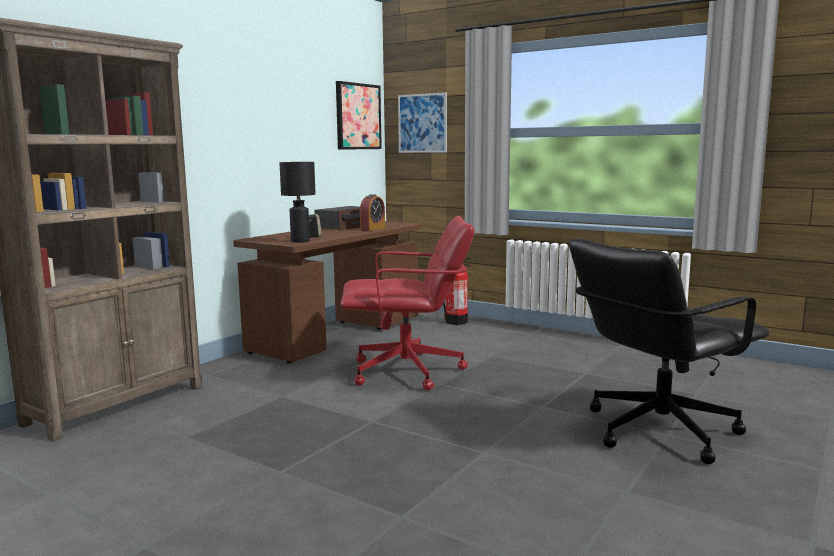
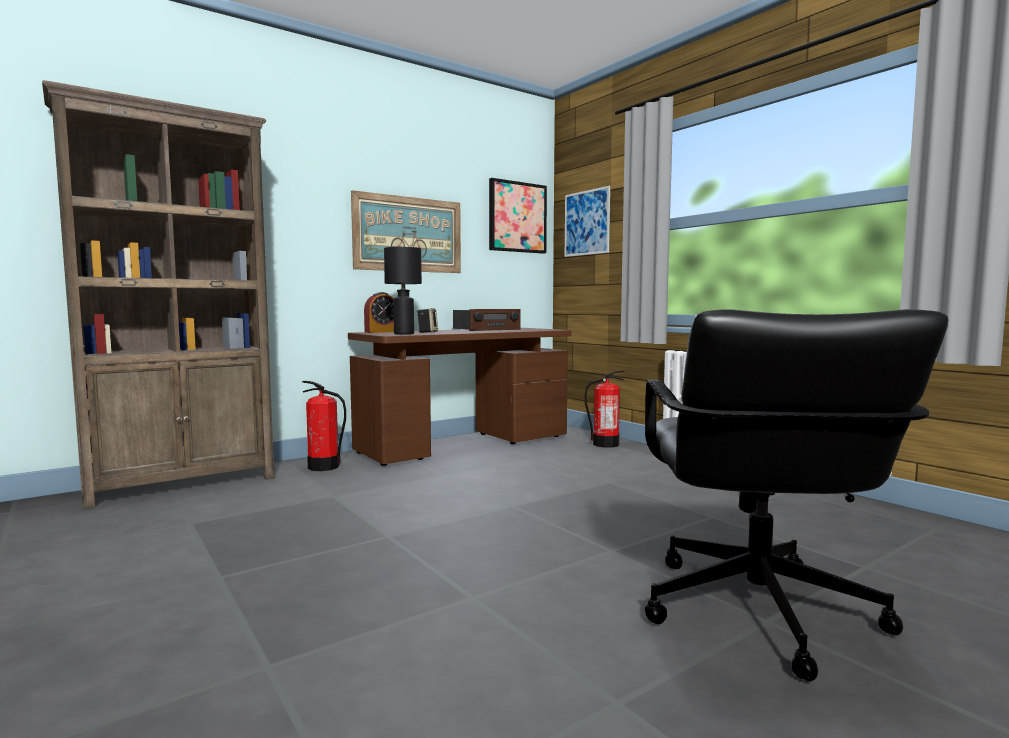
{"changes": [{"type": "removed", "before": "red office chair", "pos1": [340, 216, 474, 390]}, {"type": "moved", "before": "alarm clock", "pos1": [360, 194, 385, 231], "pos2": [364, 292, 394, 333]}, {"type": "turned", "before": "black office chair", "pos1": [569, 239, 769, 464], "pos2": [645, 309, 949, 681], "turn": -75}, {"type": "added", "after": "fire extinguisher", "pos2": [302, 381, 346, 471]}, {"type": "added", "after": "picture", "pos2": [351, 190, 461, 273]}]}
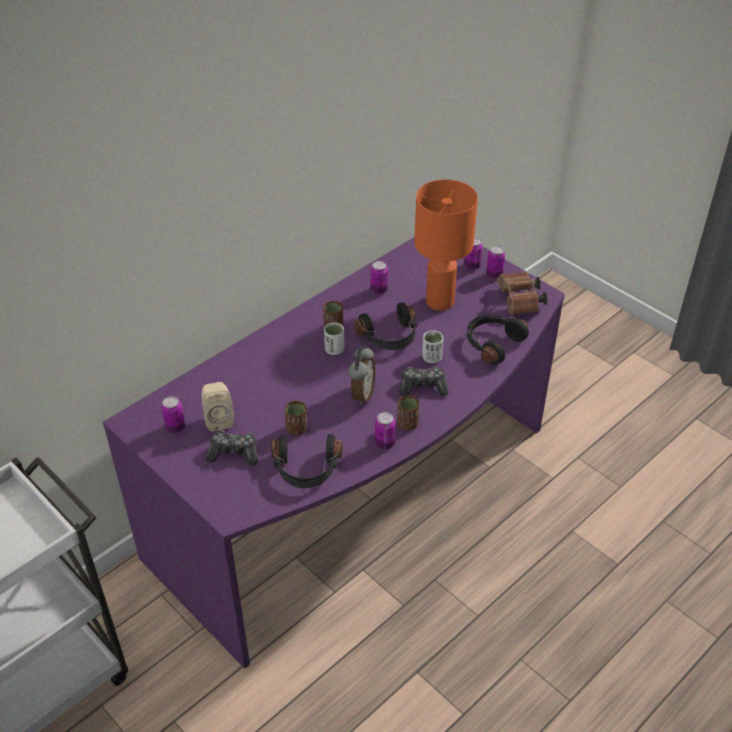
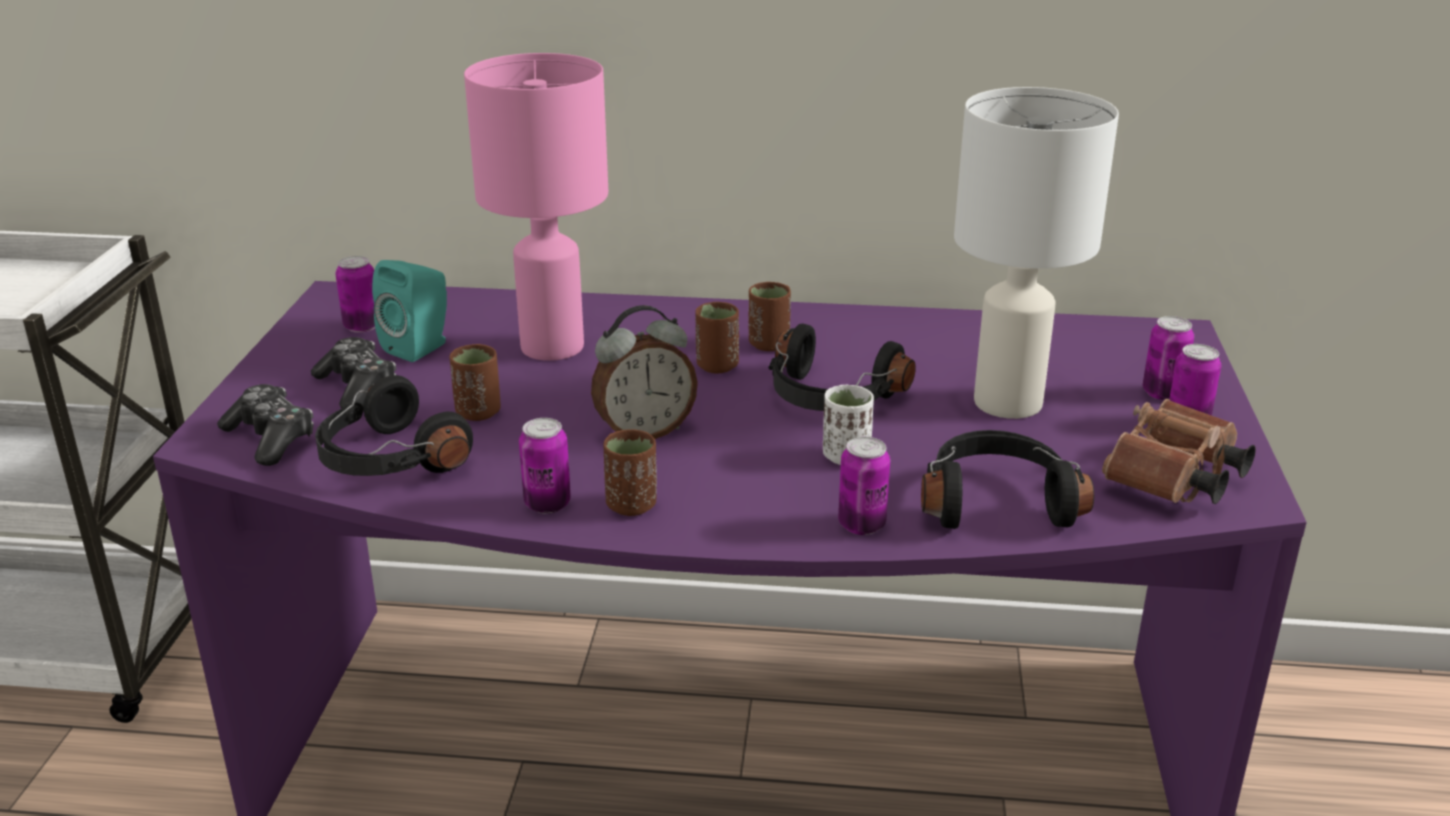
{"changes": [{"type": "recoloured", "before": "beige speaker", "after": "turquoise speaker", "pos1": [202, 382, 234, 431], "pos2": [372, 260, 447, 362]}, {"type": "recoloured", "before": "white cup", "after": "brown cup", "pos1": [324, 323, 344, 355], "pos2": [695, 302, 739, 373]}, {"type": "moved", "before": "can", "pos1": [370, 261, 388, 295], "pos2": [838, 437, 890, 535]}, {"type": "moved", "before": "game controller", "pos1": [400, 367, 449, 396], "pos2": [217, 384, 314, 466]}, {"type": "recoloured", "before": "orange table lamp", "after": "white table lamp", "pos1": [414, 179, 478, 311], "pos2": [954, 87, 1119, 419]}, {"type": "added", "after": "pink table lamp", "pos2": [464, 53, 608, 361]}]}
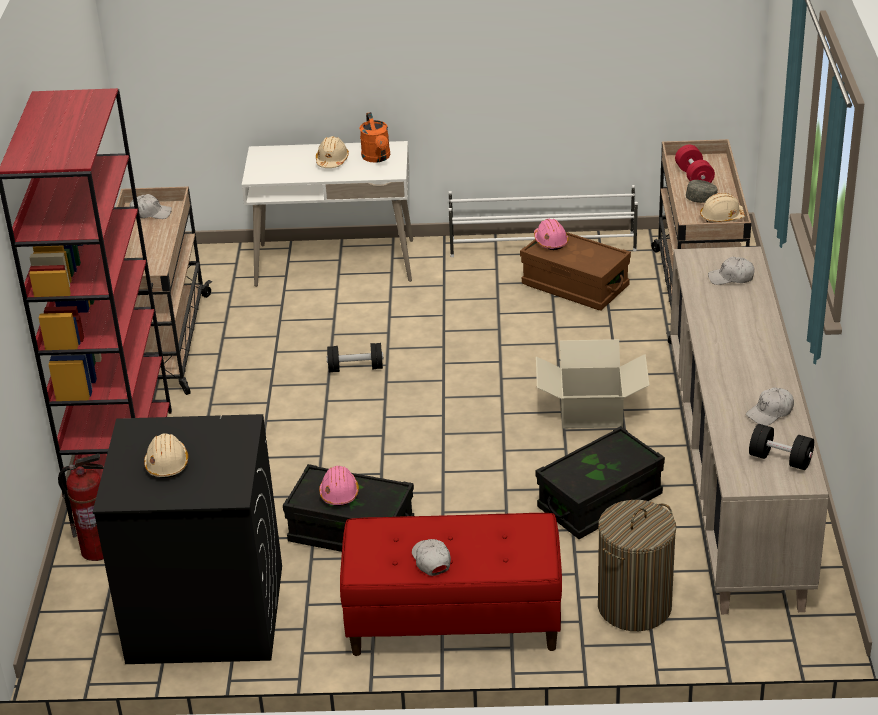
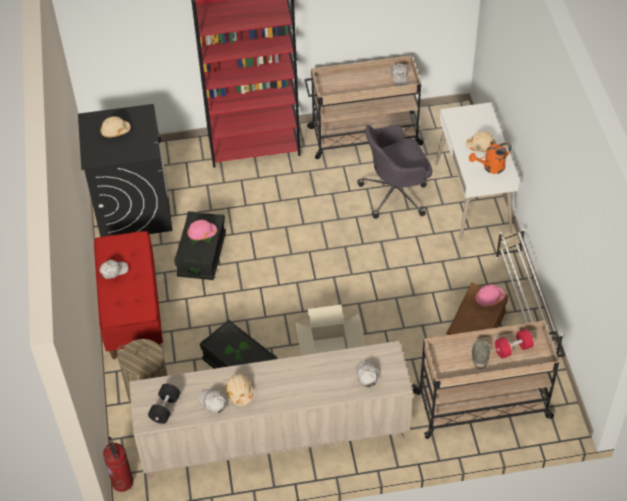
{"changes": [{"type": "moved", "before": "fire extinguisher", "pos1": [58, 454, 104, 561], "pos2": [103, 437, 133, 492]}, {"type": "removed", "before": "black dumbbell", "pos1": [327, 343, 383, 372]}, {"type": "moved", "before": "beige hard hat", "pos1": [700, 193, 745, 223], "pos2": [226, 374, 253, 406]}, {"type": "added", "after": "grey office chair", "pos2": [357, 124, 432, 219]}]}
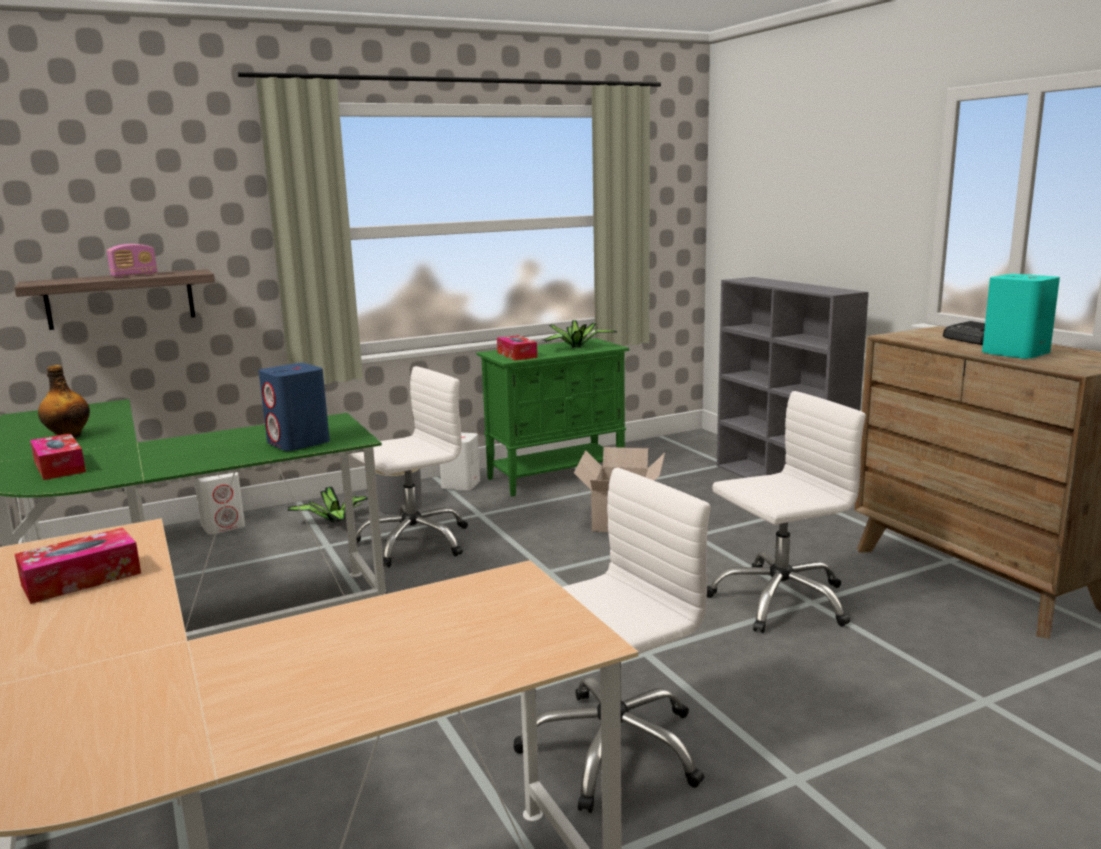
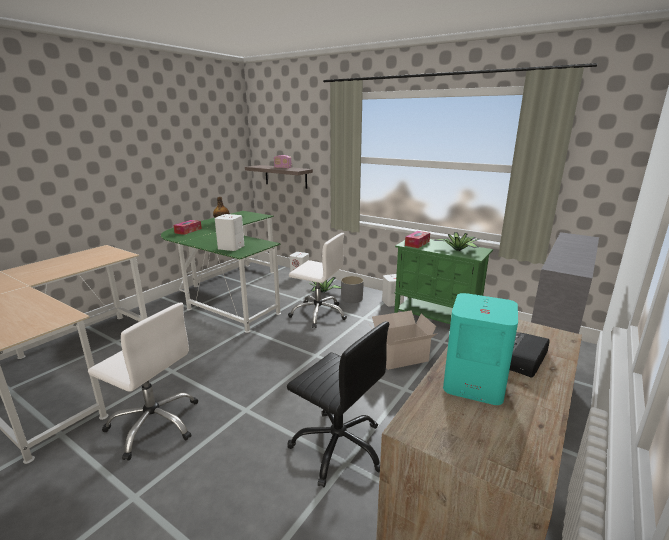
{"changes": [{"type": "removed", "before": "tissue box", "pos1": [15, 528, 141, 604]}, {"type": "recoloured", "before": "blue speaker", "after": "white speaker", "pos1": [259, 363, 330, 451], "pos2": [215, 214, 244, 251]}, {"type": "recoloured", "before": "white office chair", "after": "black office chair", "pos1": [707, 391, 866, 633], "pos2": [287, 321, 389, 487]}]}
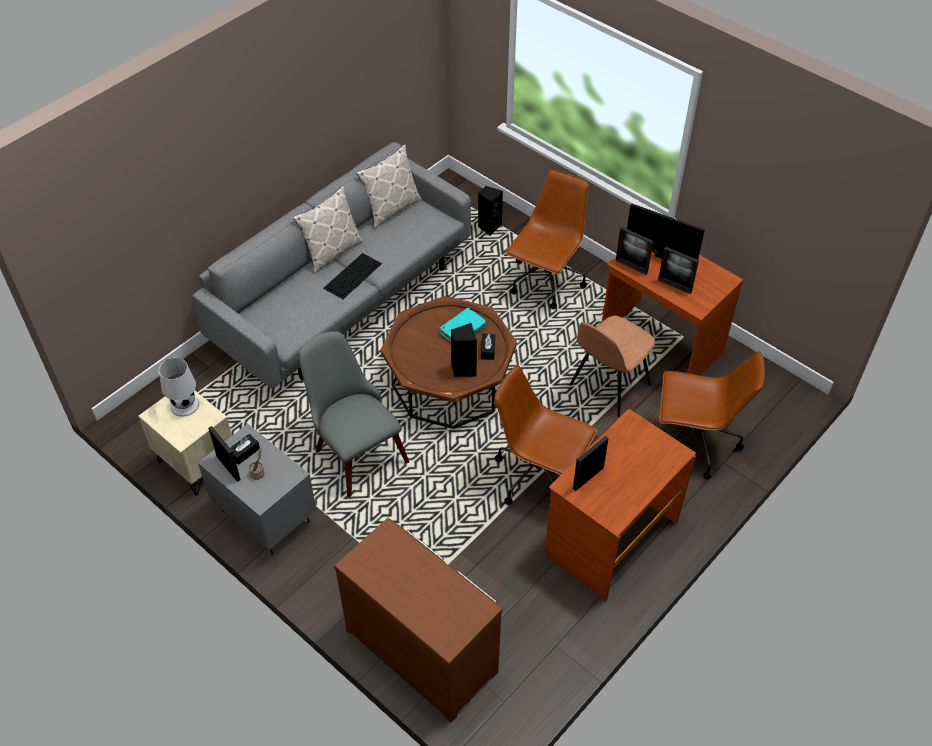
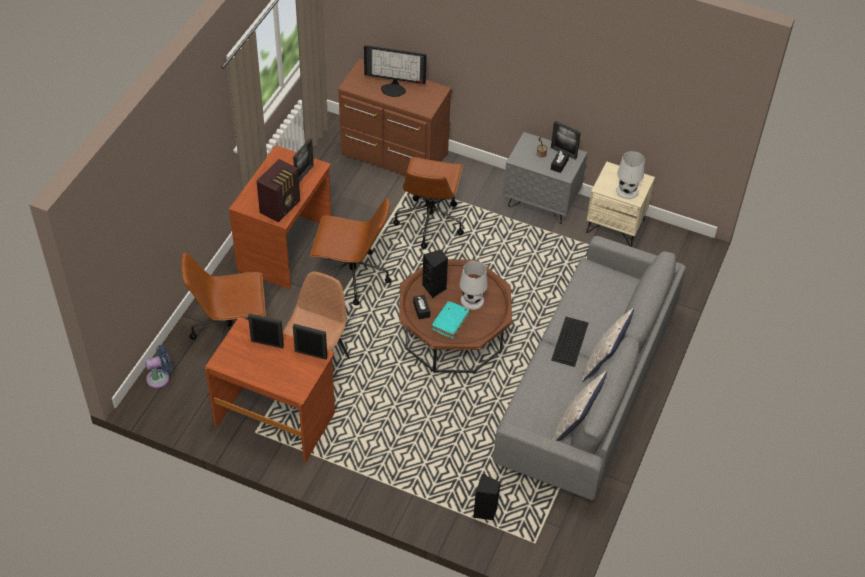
{"changes": [{"type": "removed", "before": "grey chair", "pos1": [299, 331, 409, 497]}, {"type": "moved", "before": "brown office chair", "pos1": [506, 170, 589, 309], "pos2": [393, 157, 464, 249]}, {"type": "moved", "before": "monitor", "pos1": [627, 204, 705, 260], "pos2": [364, 45, 427, 97]}, {"type": "added", "after": "blue fan", "pos2": [145, 345, 172, 388]}, {"type": "added", "after": "radio", "pos2": [256, 159, 300, 223]}, {"type": "added", "after": "white table lamp", "pos2": [460, 261, 488, 310]}]}
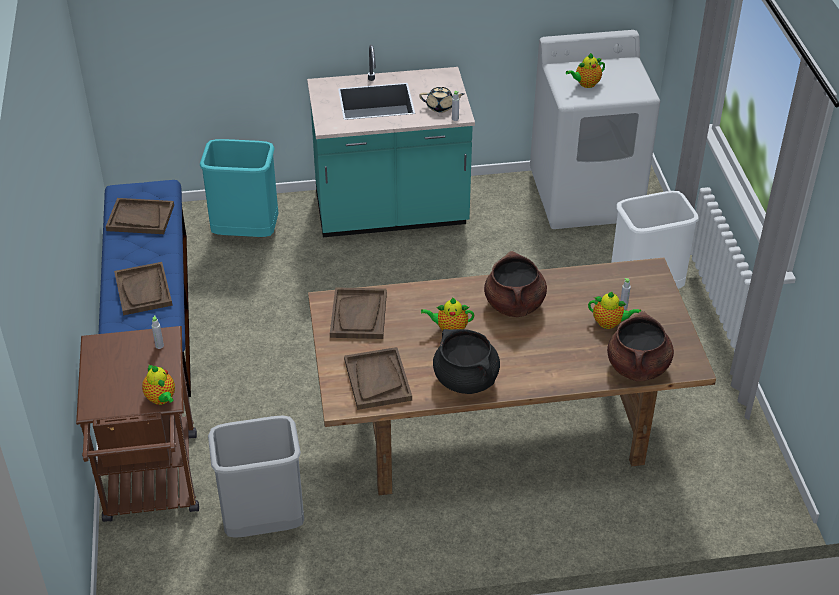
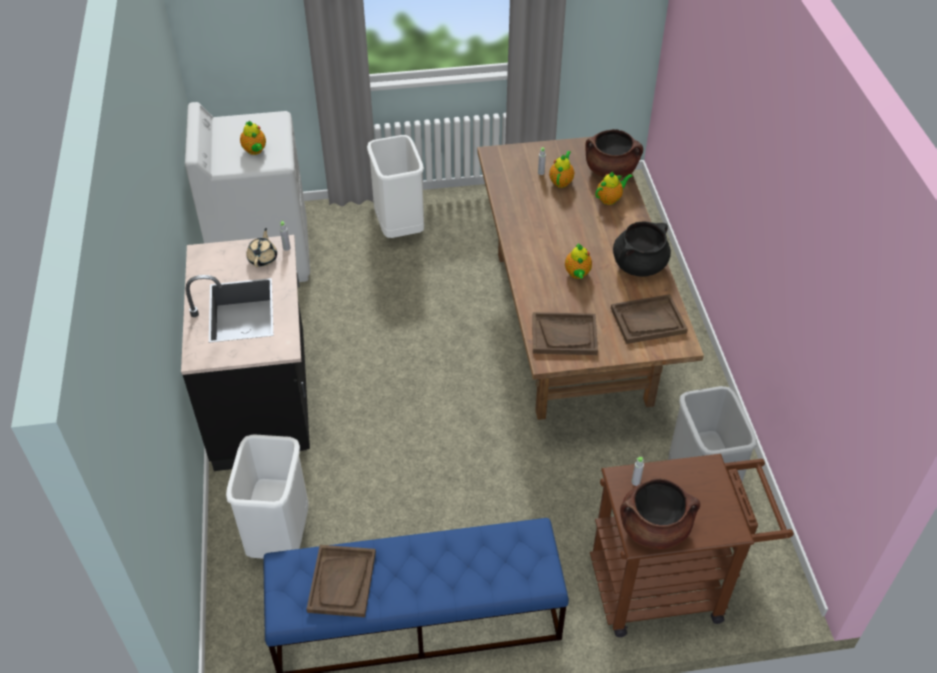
{"changes": [{"type": "removed", "before": "brown tray", "pos1": [114, 262, 173, 315]}, {"type": "moved", "before": "teapot", "pos1": [142, 365, 175, 405], "pos2": [595, 172, 633, 205]}, {"type": "recoloured", "before": "turquoise trash can", "after": "white trash can", "pos1": [200, 139, 278, 237], "pos2": [226, 434, 309, 559]}, {"type": "recoloured", "before": "turquoise counter", "after": "black counter", "pos1": [307, 45, 475, 237], "pos2": [181, 235, 310, 471]}, {"type": "moved", "before": "brown cooking pot", "pos1": [484, 251, 547, 317], "pos2": [620, 479, 700, 549]}]}
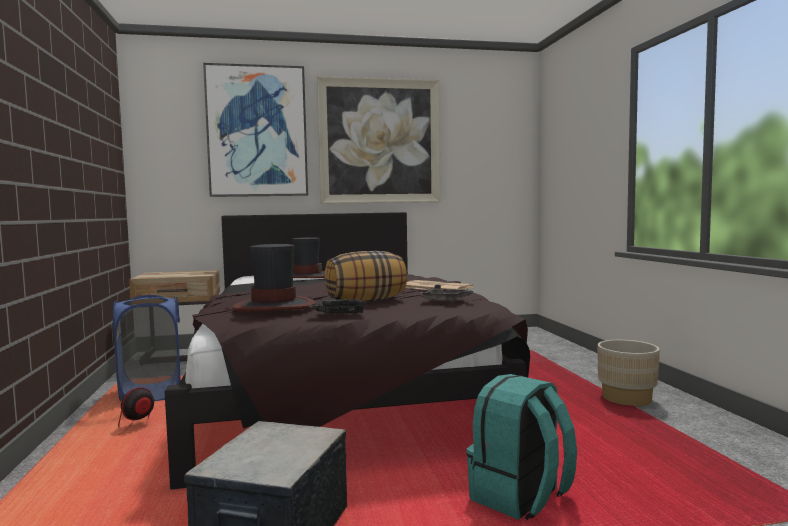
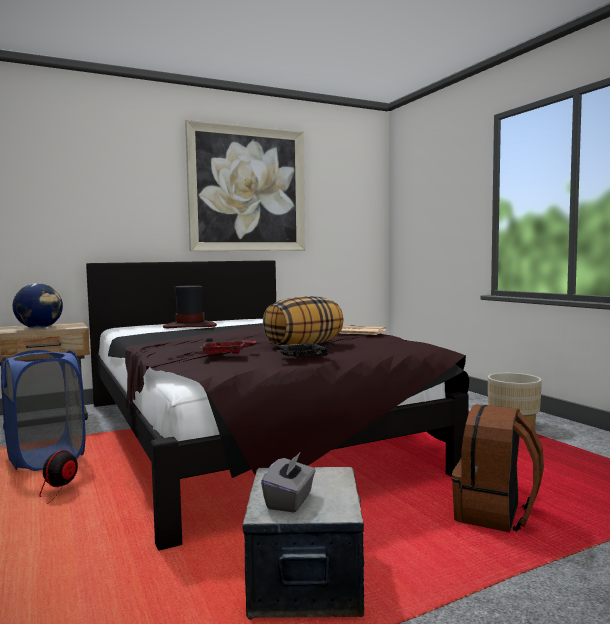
{"changes": [{"type": "removed", "before": "picture", "pos1": [203, 63, 308, 197]}, {"type": "replaced", "before": "hat", "after": "red tray", "pos1": [233, 244, 315, 312], "pos2": [200, 338, 256, 354]}, {"type": "removed", "before": "grey tray", "pos1": [420, 285, 476, 301]}, {"type": "recoloured", "before": "turquoise backpack", "after": "brown backpack", "pos1": [466, 374, 577, 520], "pos2": [452, 404, 544, 532]}, {"type": "added", "after": "globe", "pos2": [13, 283, 63, 329]}, {"type": "added", "after": "grey tissue box", "pos2": [261, 453, 316, 513]}]}
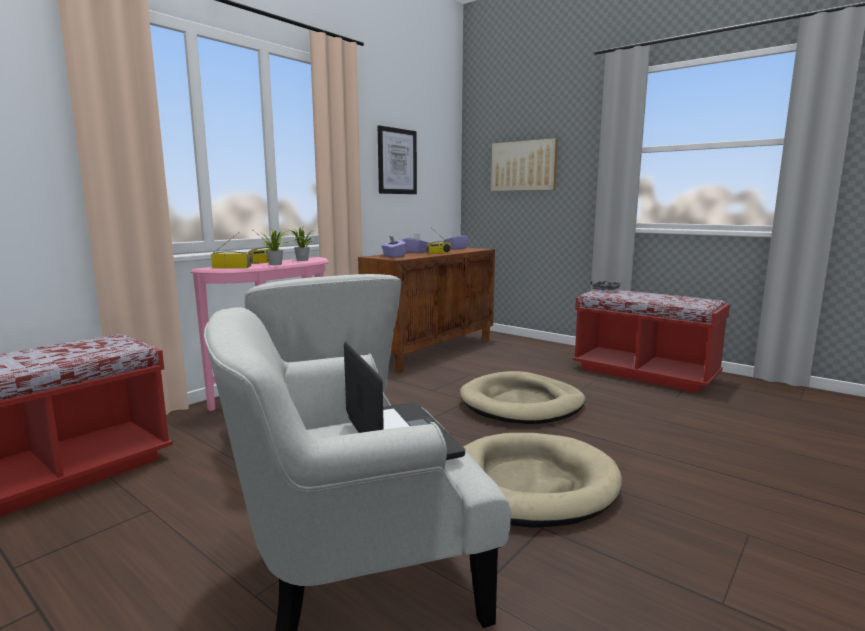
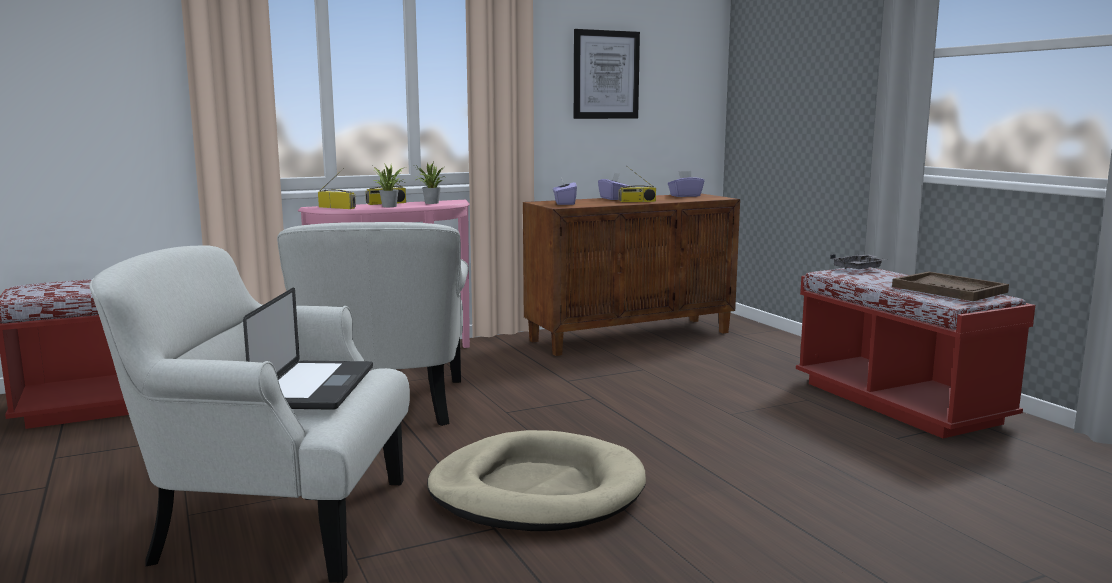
{"changes": [{"type": "removed", "before": "beige dog bed", "pos1": [460, 371, 585, 424]}, {"type": "removed", "before": "picture", "pos1": [491, 138, 558, 191]}, {"type": "added", "after": "brown tray", "pos2": [892, 271, 1009, 301]}]}
